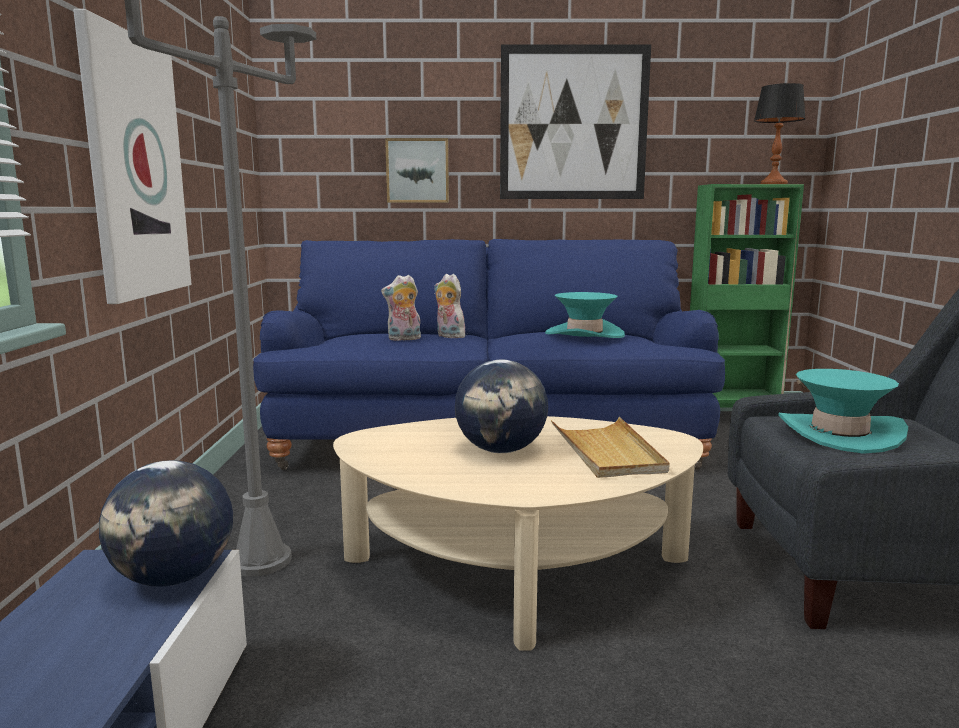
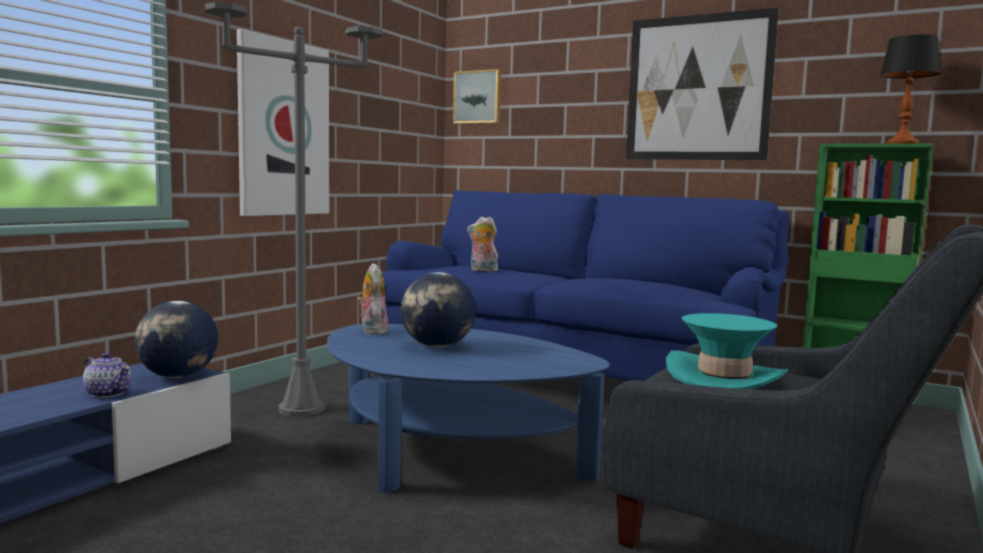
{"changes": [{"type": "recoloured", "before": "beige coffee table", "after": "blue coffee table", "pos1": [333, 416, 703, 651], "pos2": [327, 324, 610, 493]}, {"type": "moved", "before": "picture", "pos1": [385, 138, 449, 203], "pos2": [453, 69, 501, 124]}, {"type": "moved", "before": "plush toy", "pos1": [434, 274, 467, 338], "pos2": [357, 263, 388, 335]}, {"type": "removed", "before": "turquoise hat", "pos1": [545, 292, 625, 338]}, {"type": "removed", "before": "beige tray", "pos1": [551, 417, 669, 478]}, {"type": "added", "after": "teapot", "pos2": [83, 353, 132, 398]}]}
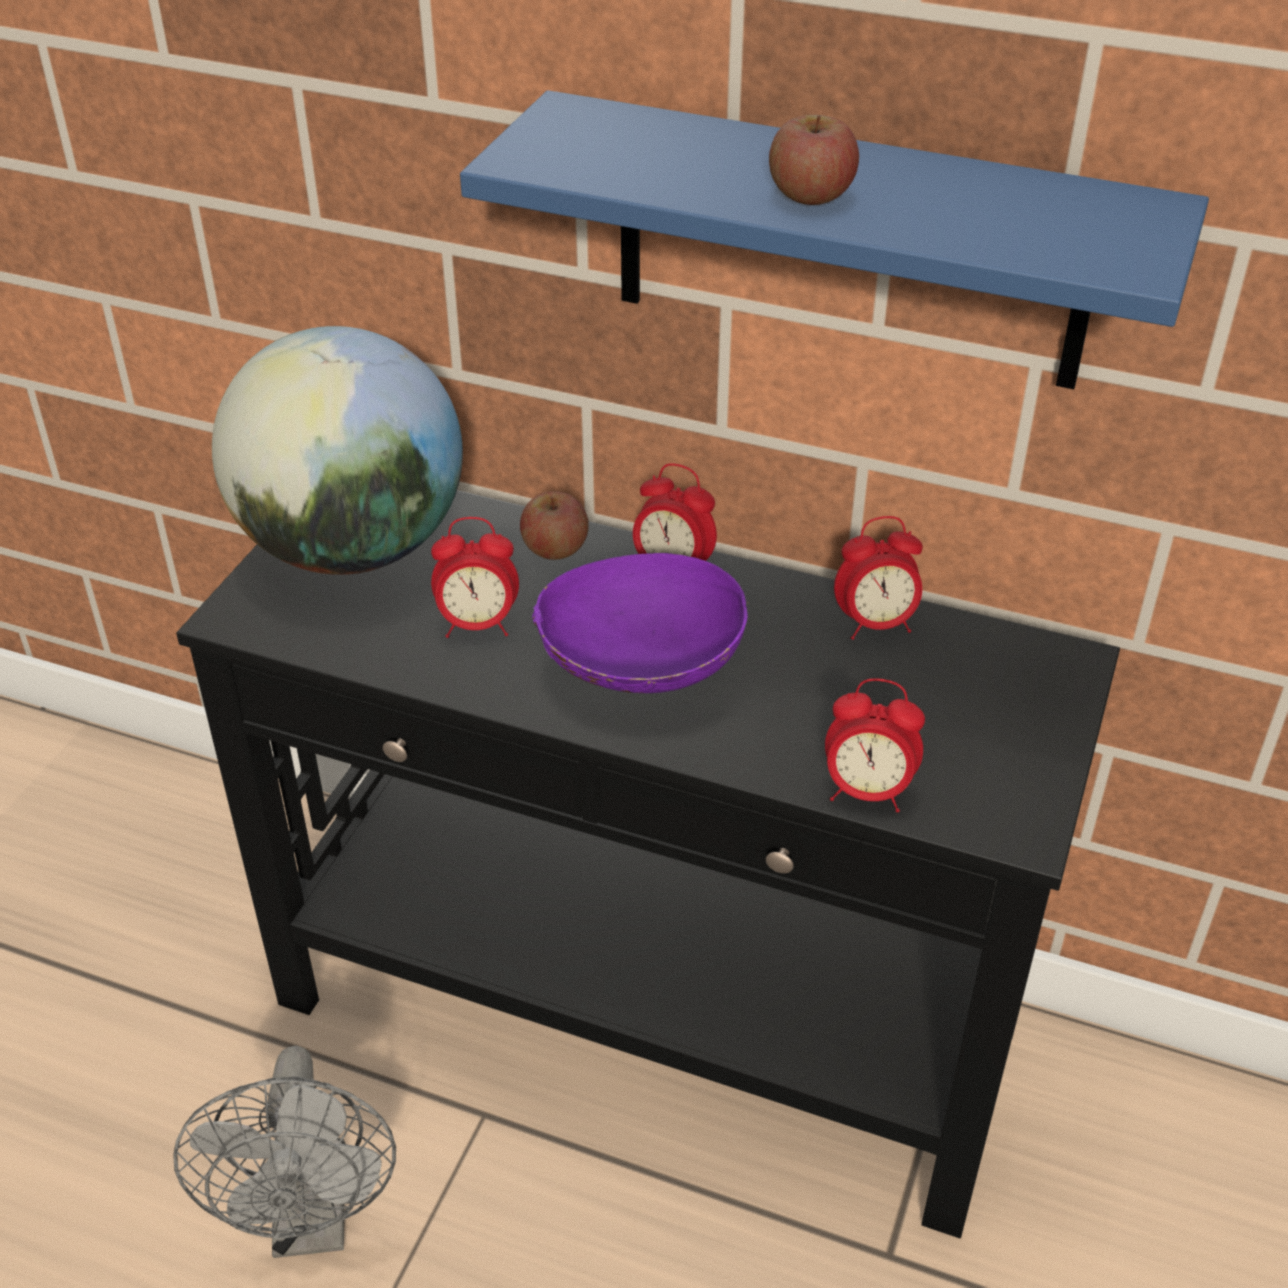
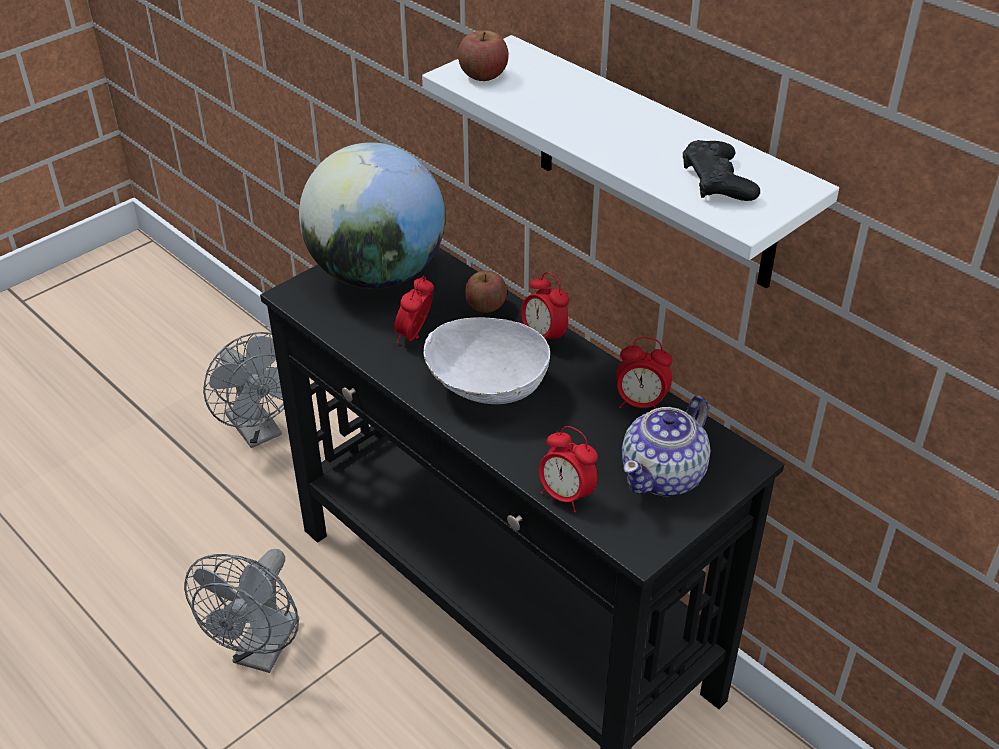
{"changes": [{"type": "turned", "before": "alarm clock", "pos1": [431, 517, 519, 638], "pos2": [394, 276, 434, 344], "turn": 90}, {"type": "recoloured", "before": "blue shelf", "after": "white shelf", "pos1": [460, 90, 1209, 389], "pos2": [422, 35, 839, 289]}, {"type": "recoloured", "before": "purple bowl", "after": "white bowl", "pos1": [532, 553, 748, 693], "pos2": [423, 317, 550, 404]}, {"type": "moved", "before": "apple", "pos1": [769, 115, 859, 205], "pos2": [458, 30, 509, 81]}, {"type": "added", "after": "grey fan", "pos2": [203, 332, 284, 448]}, {"type": "added", "after": "teapot", "pos2": [621, 396, 711, 496]}, {"type": "added", "after": "black game controller", "pos2": [683, 140, 760, 201]}]}
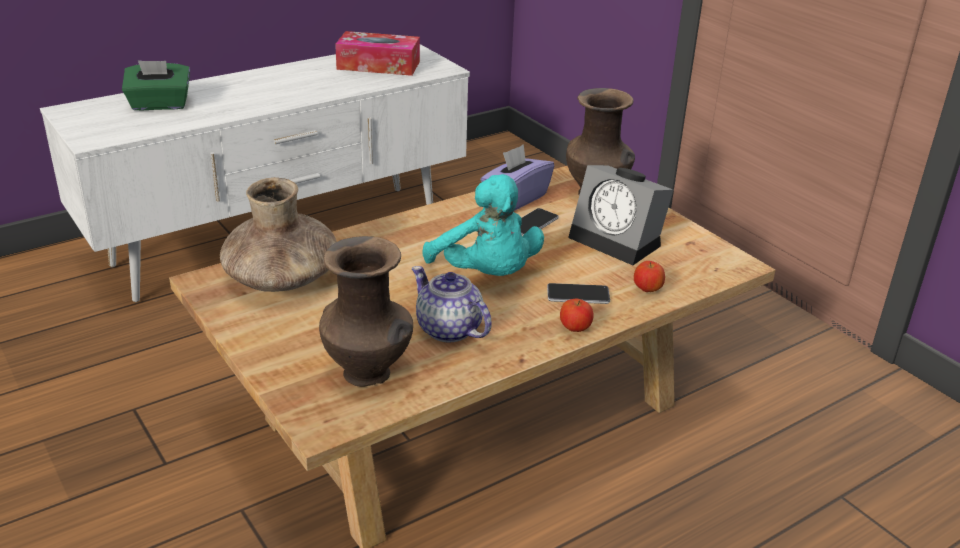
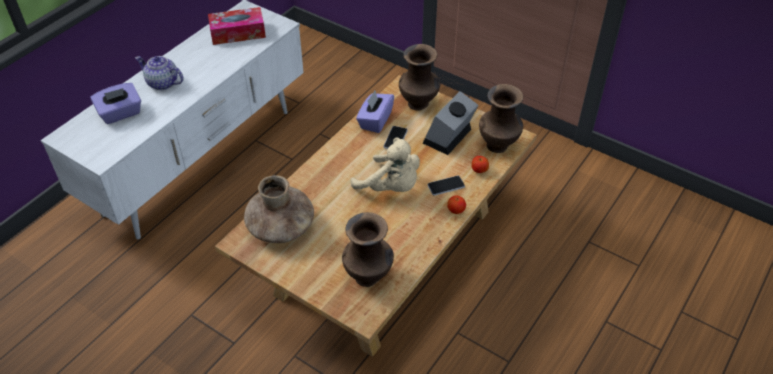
{"changes": [{"type": "recoloured", "before": "green tissue box", "after": "purple tissue box", "pos1": [122, 60, 190, 110], "pos2": [90, 83, 141, 124]}, {"type": "moved", "before": "teapot", "pos1": [412, 266, 492, 342], "pos2": [135, 56, 184, 90]}, {"type": "recoloured", "before": "turquoise plush toy", "after": "beige plush toy", "pos1": [422, 174, 544, 276], "pos2": [351, 138, 420, 192]}, {"type": "turned", "before": "alarm clock", "pos1": [568, 165, 673, 265], "pos2": [423, 91, 478, 155], "turn": 105}, {"type": "added", "after": "brown vase", "pos2": [479, 84, 523, 153]}]}
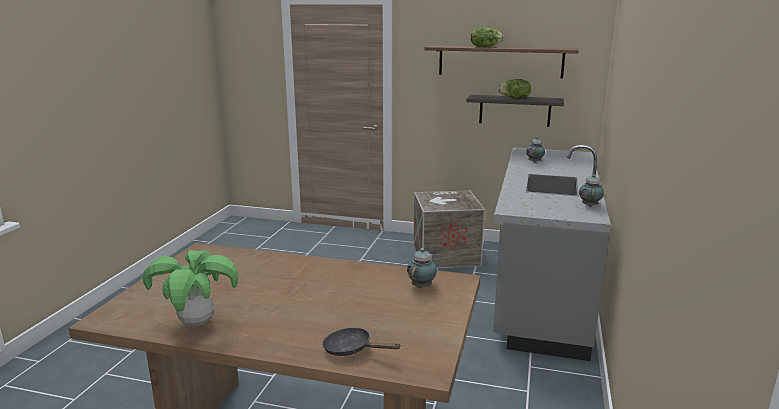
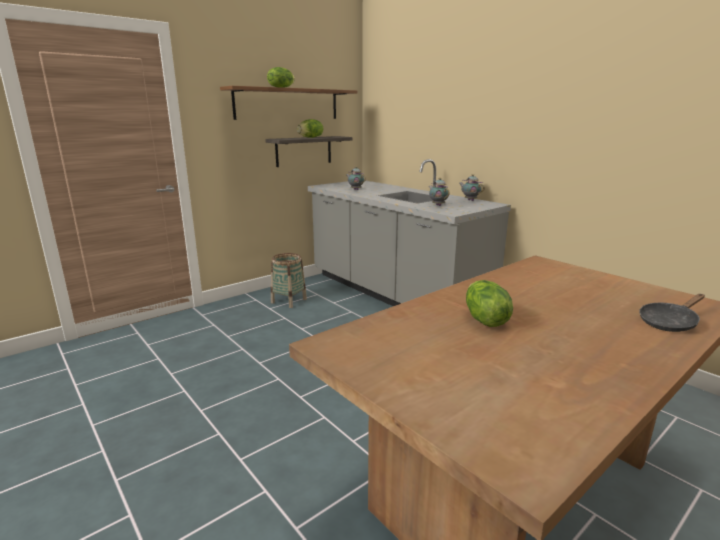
{"changes": [{"type": "removed", "before": "potted plant", "pos1": [143, 250, 239, 327]}, {"type": "moved", "before": "teapot", "pos1": [407, 248, 437, 288], "pos2": [429, 178, 450, 206]}, {"type": "replaced", "before": "crate", "after": "basket", "pos1": [413, 190, 485, 268], "pos2": [271, 253, 307, 308]}, {"type": "added", "after": "lettuce", "pos2": [466, 280, 513, 327]}]}
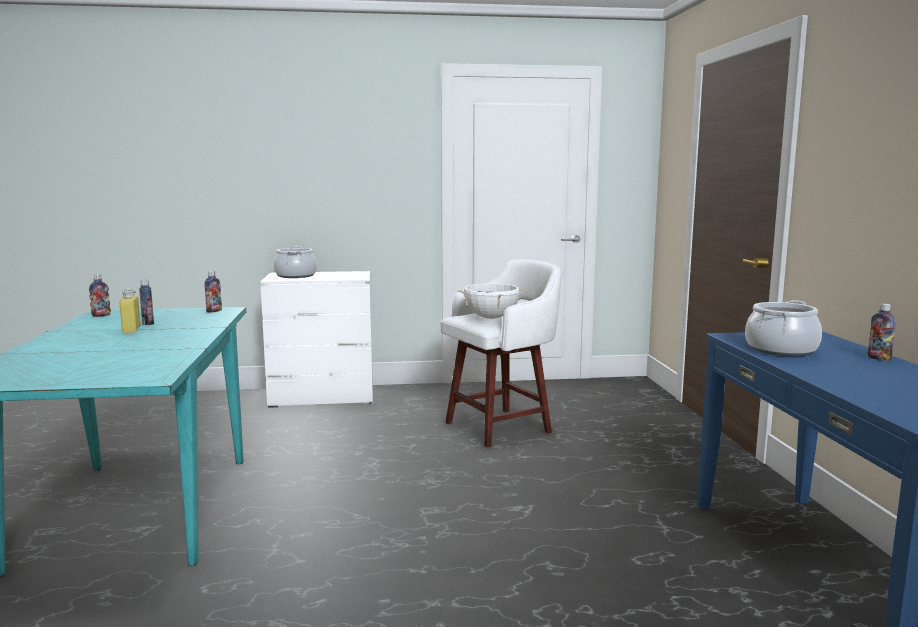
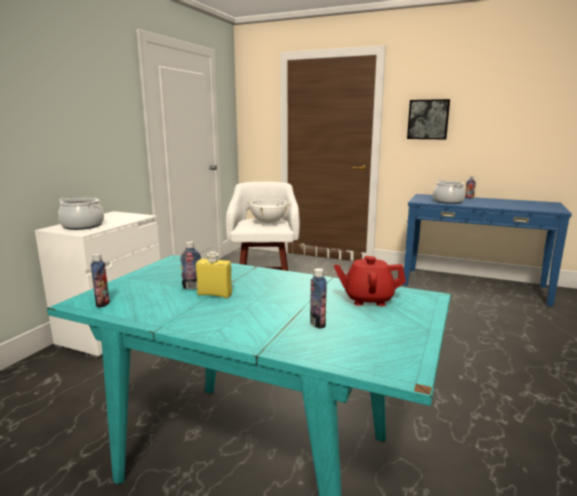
{"changes": [{"type": "moved", "before": "bottle", "pos1": [205, 271, 222, 312], "pos2": [310, 268, 327, 329]}, {"type": "added", "after": "red teapot", "pos2": [334, 256, 406, 306]}, {"type": "added", "after": "picture", "pos2": [407, 99, 450, 139]}]}
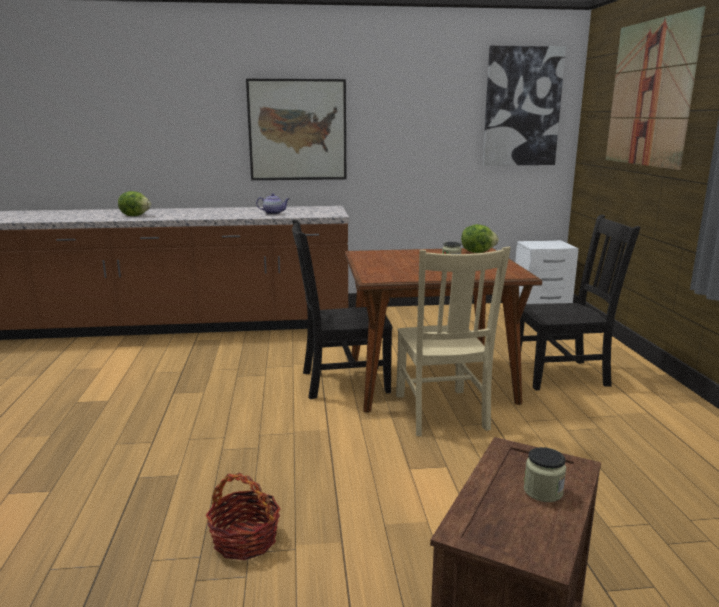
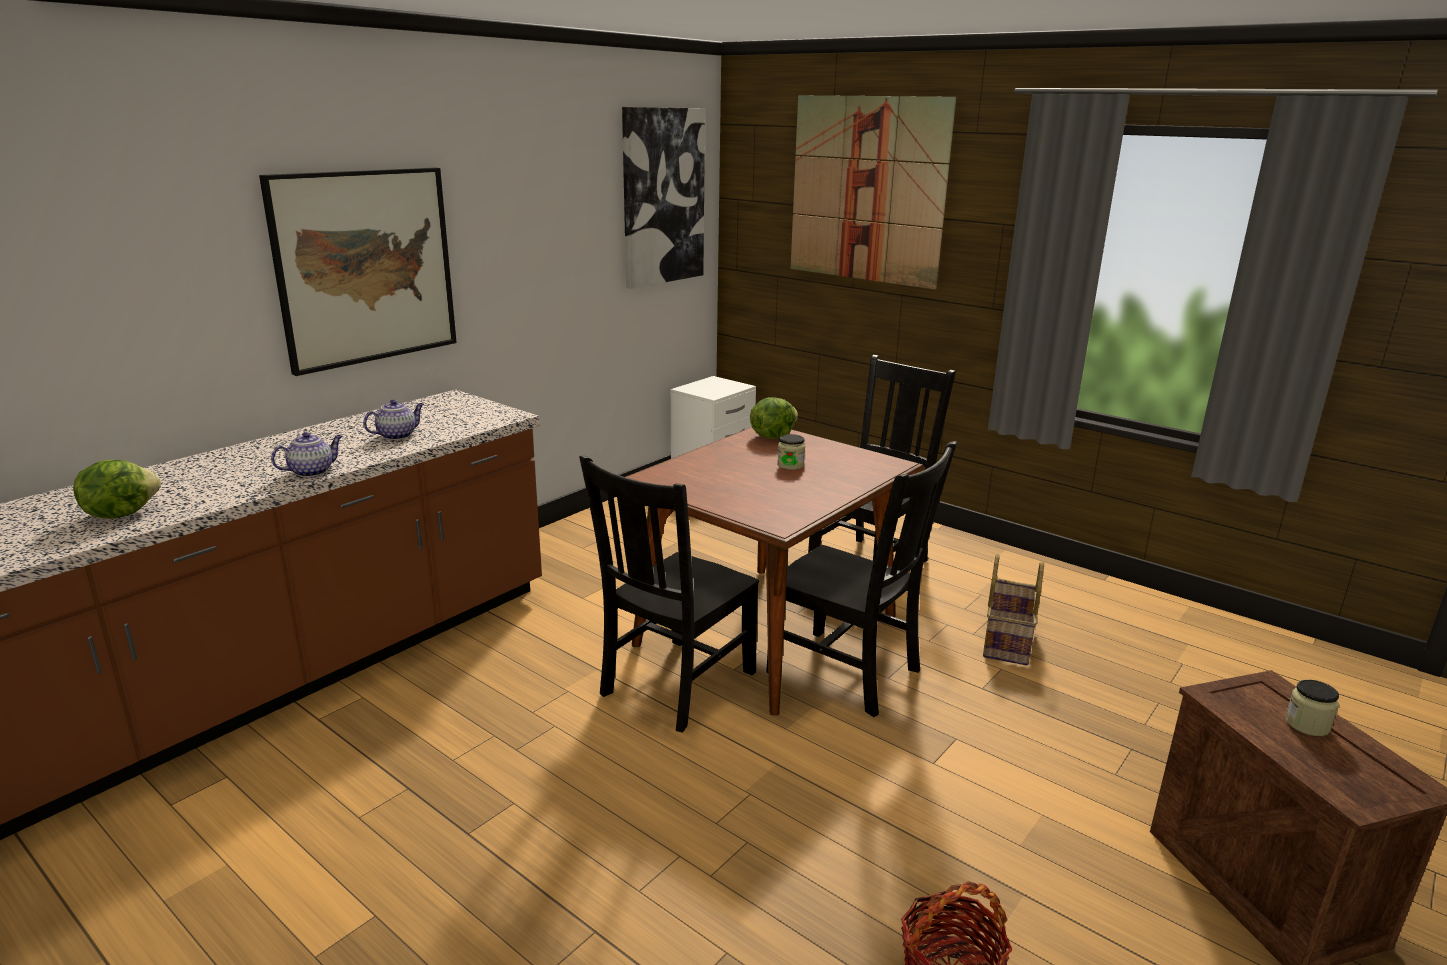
{"changes": [{"type": "recoloured", "before": "beige chair", "after": "black chair", "pos1": [396, 247, 511, 436], "pos2": [766, 441, 957, 717]}, {"type": "added", "after": "teapot", "pos2": [271, 432, 343, 477]}, {"type": "added", "after": "basket", "pos2": [983, 554, 1044, 666]}]}
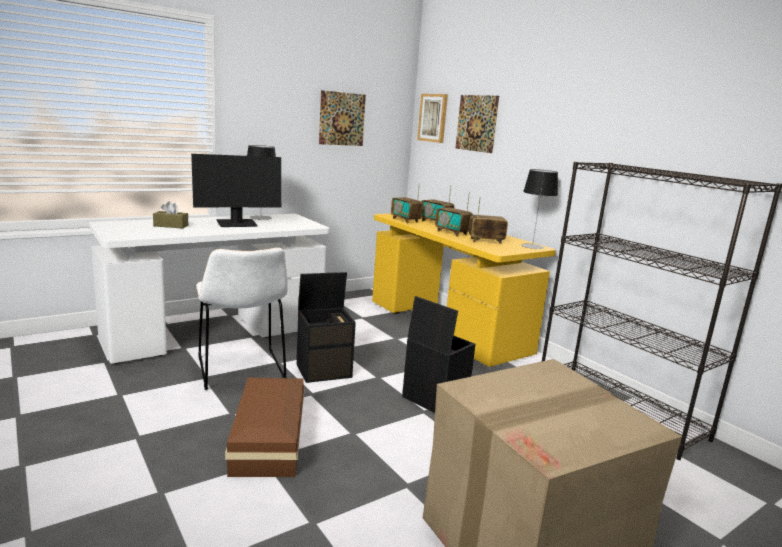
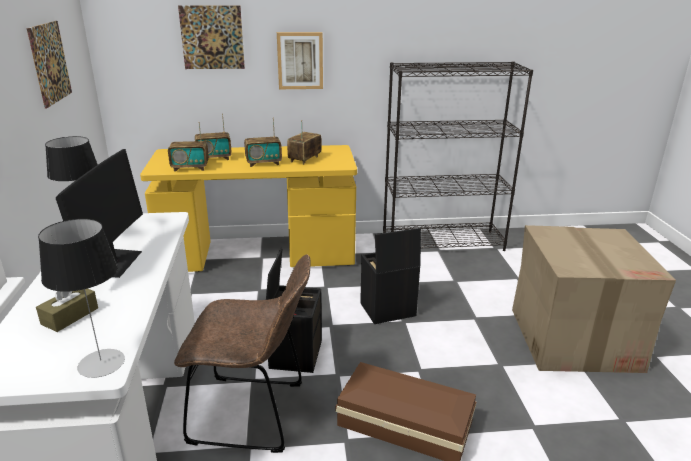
{"changes": [{"type": "recoloured", "before": "white chair", "after": "brown chair", "pos1": [196, 248, 288, 390], "pos2": [174, 254, 310, 453]}, {"type": "moved", "before": "picture", "pos1": [417, 94, 448, 143], "pos2": [277, 32, 323, 89]}, {"type": "moved", "before": "table lamp", "pos1": [521, 169, 558, 249], "pos2": [38, 219, 125, 378]}]}
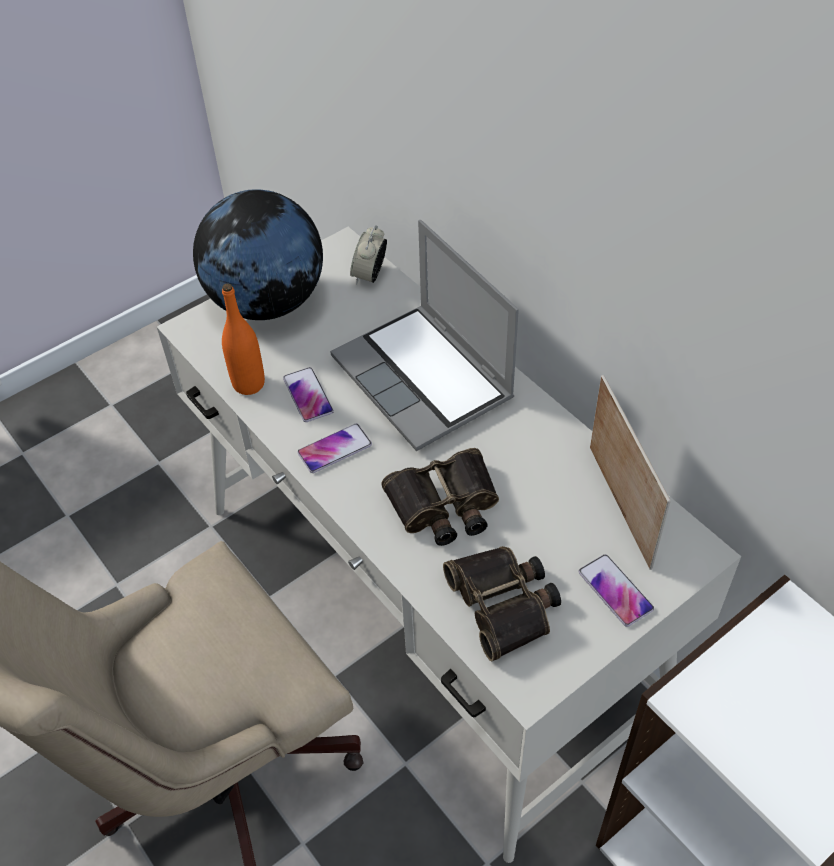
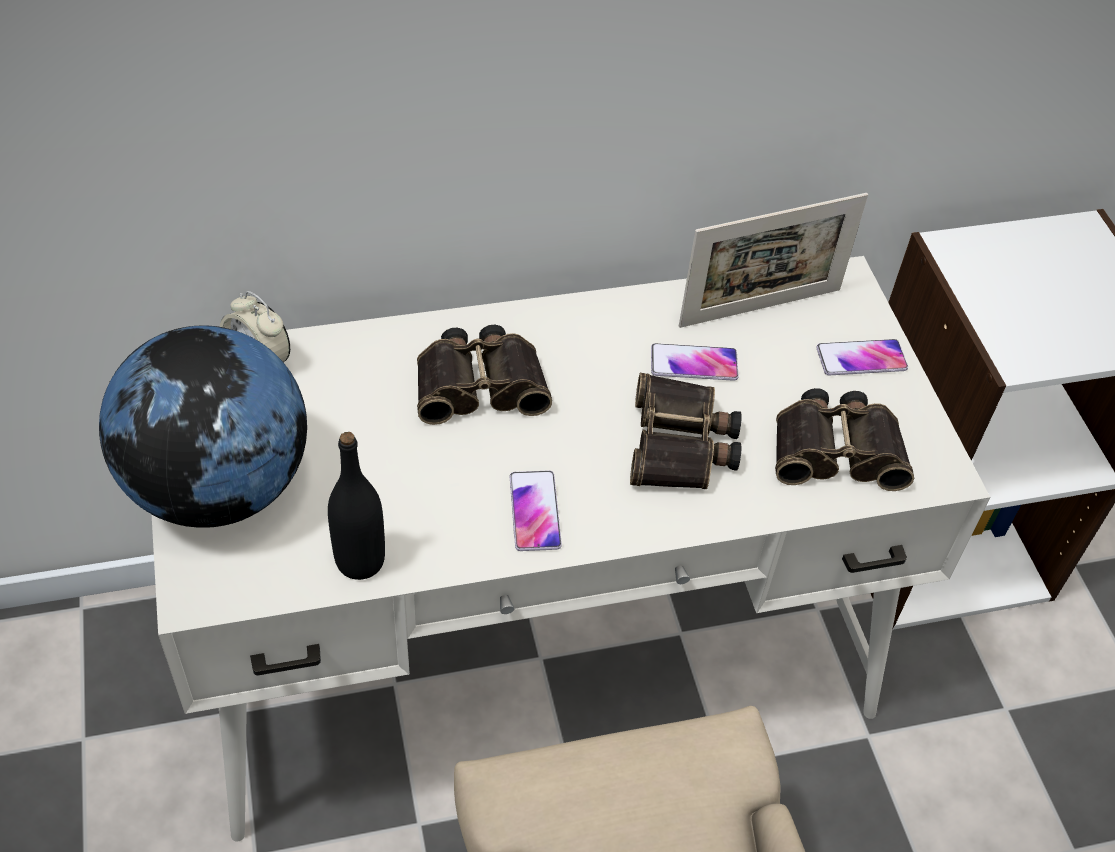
{"changes": [{"type": "recoloured", "before": "orange bottle", "after": "black bottle", "pos1": [222, 283, 265, 395], "pos2": [328, 432, 385, 580]}, {"type": "moved", "before": "phone", "pos1": [283, 367, 334, 422], "pos2": [651, 343, 739, 381]}, {"type": "replaced", "before": "laptop", "after": "binoculars", "pos1": [330, 220, 519, 451], "pos2": [417, 325, 552, 425]}, {"type": "turned", "before": "picture frame", "pos1": [590, 375, 671, 570], "pos2": [679, 193, 868, 328], "turn": 150}]}
